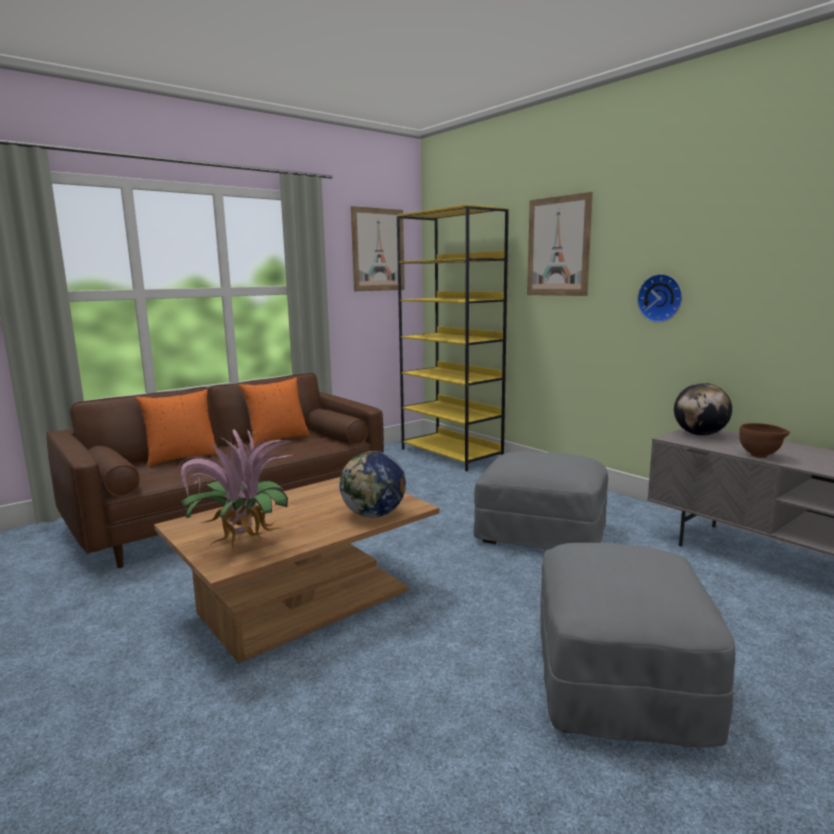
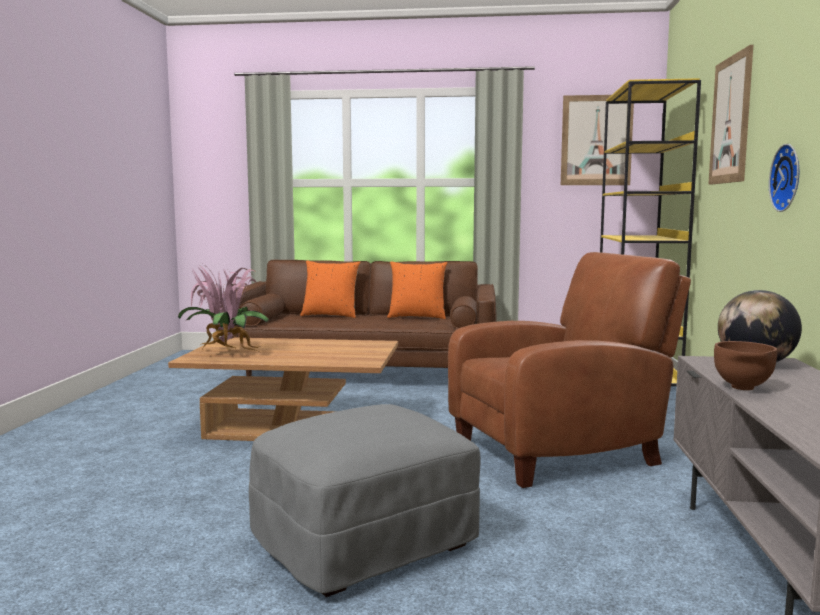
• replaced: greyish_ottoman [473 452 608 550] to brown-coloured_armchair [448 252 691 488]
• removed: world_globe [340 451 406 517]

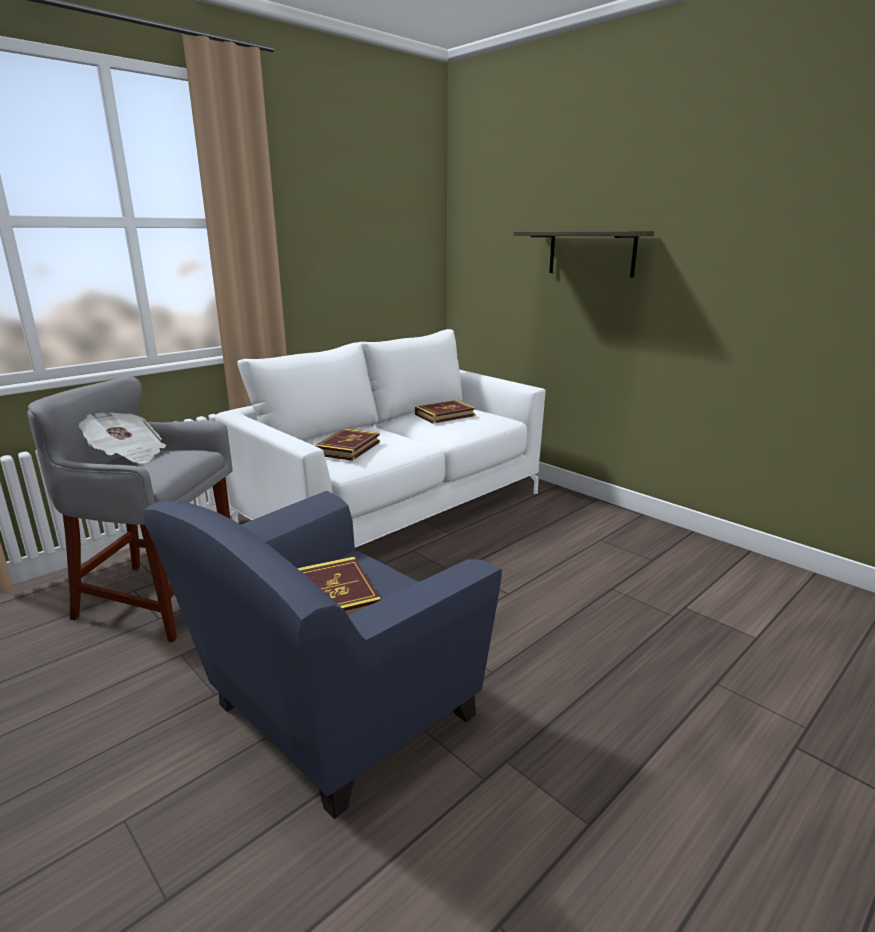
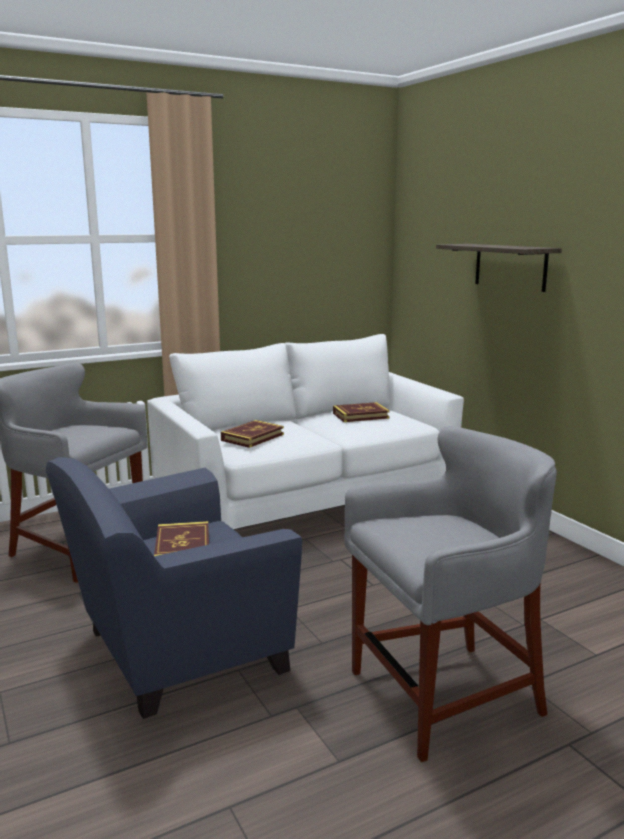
• added: greyish_stool [344 426 557 762]
• removed: newspaper [79 412 166 463]

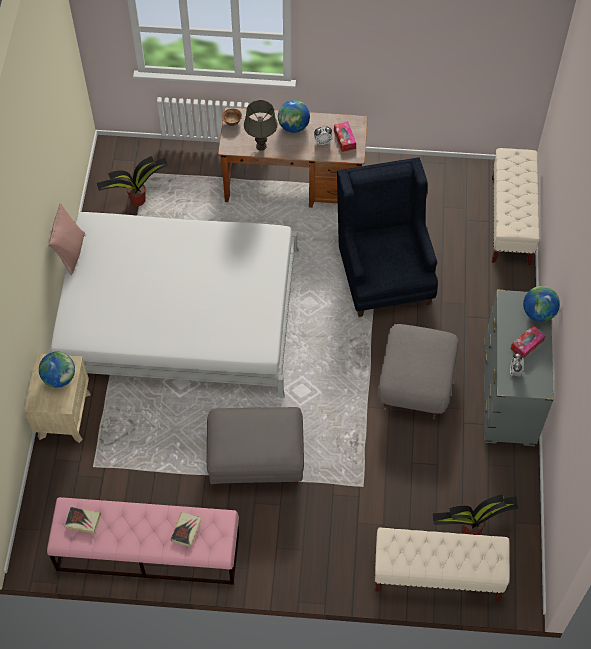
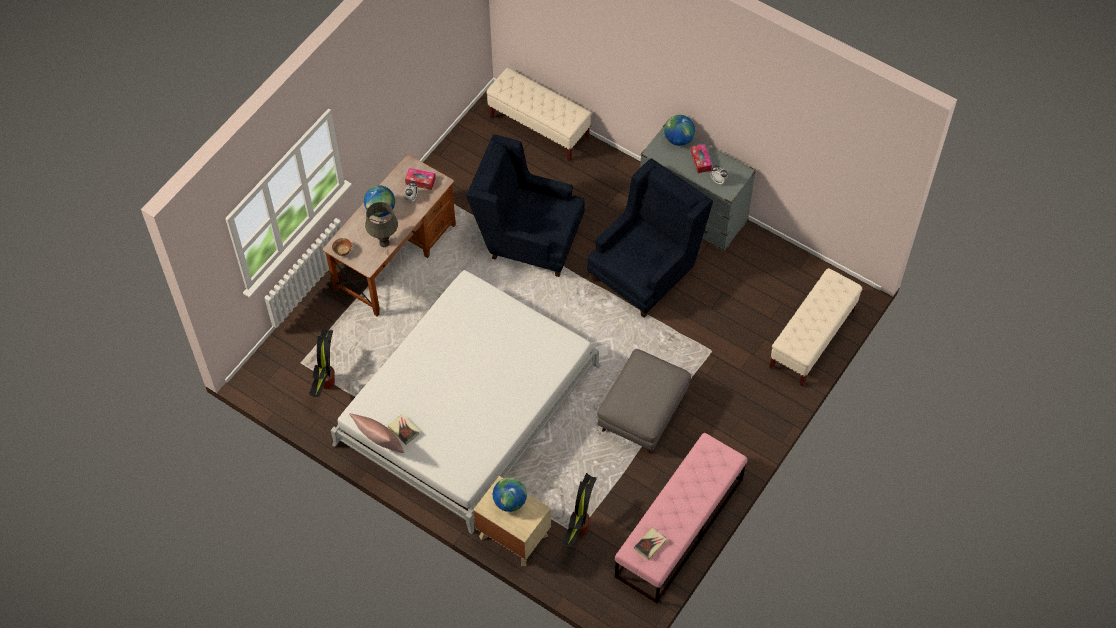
• moved: bound_book [171 512 201 547] to [388 414 420 445]
• moved: potted_plant [433 494 519 535] to [561 473 597 547]
• replaced: greyish_ottoman [378 324 459 419] to blue-coloured_armchair [587 158 713 318]

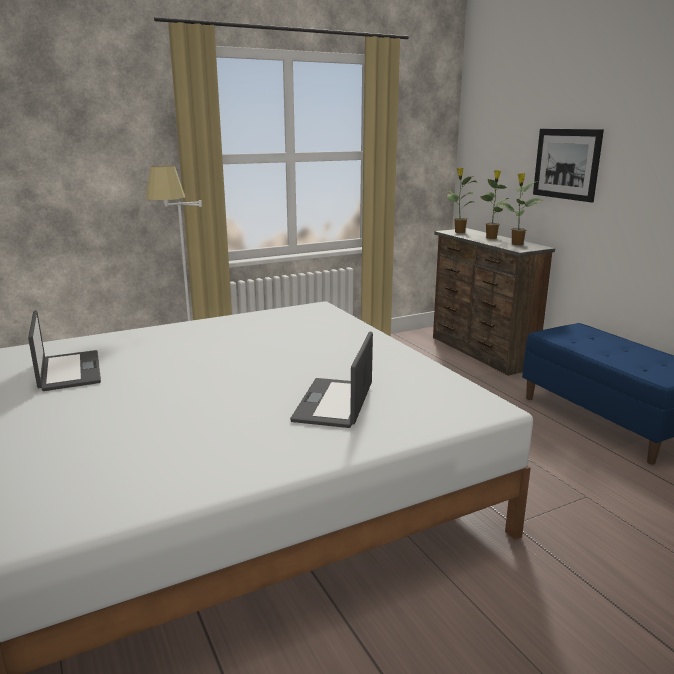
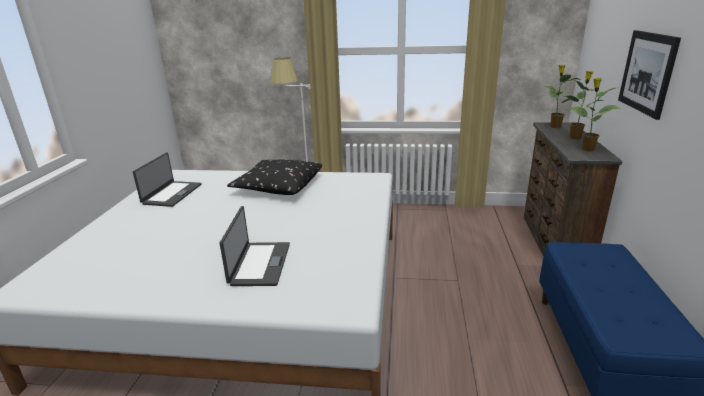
• turned: portable_computer [290 331 373 428] = [220 206 290 286] 135 degrees clockwise
• added: black-coloured_cushion [227 159 323 195]

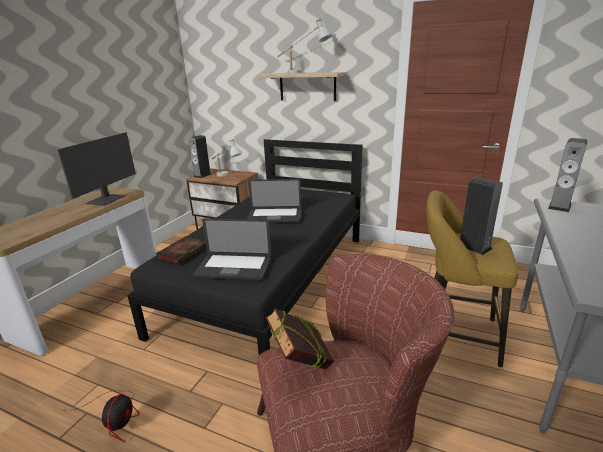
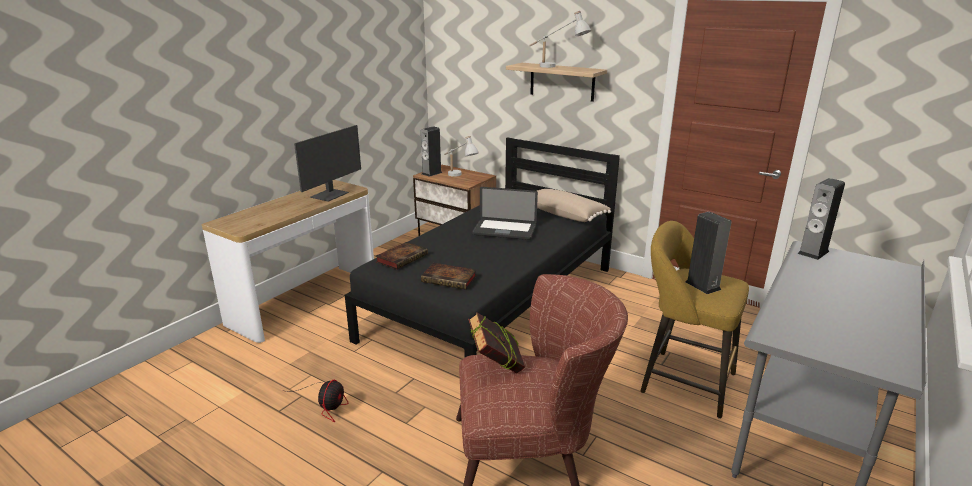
• replaced: portable_computer [193 218 271 280] to bound_book [421 263 477 290]
• added: beige-coloured_cushion [537 189 611 222]

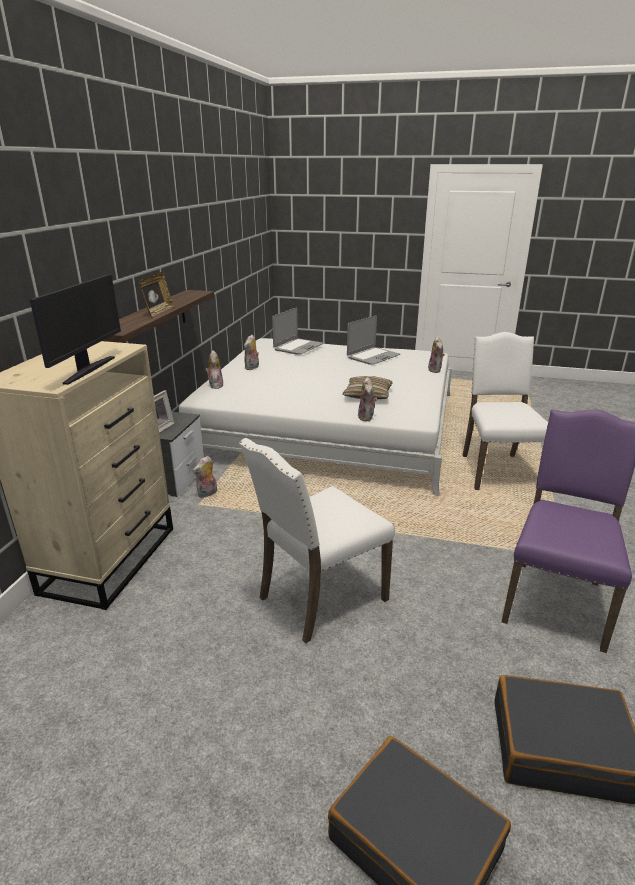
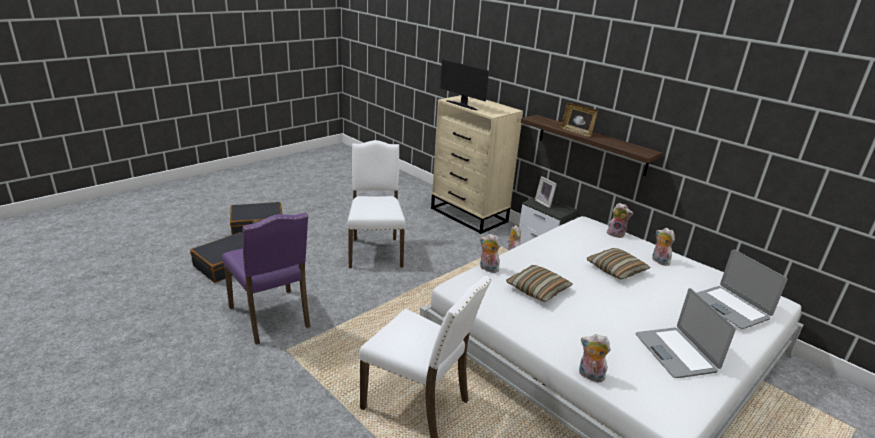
• added: cushion [587 248 651 280]

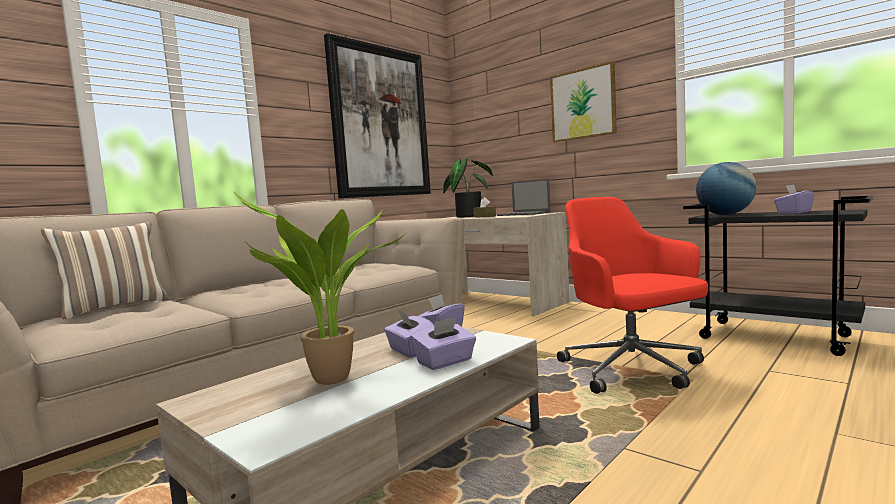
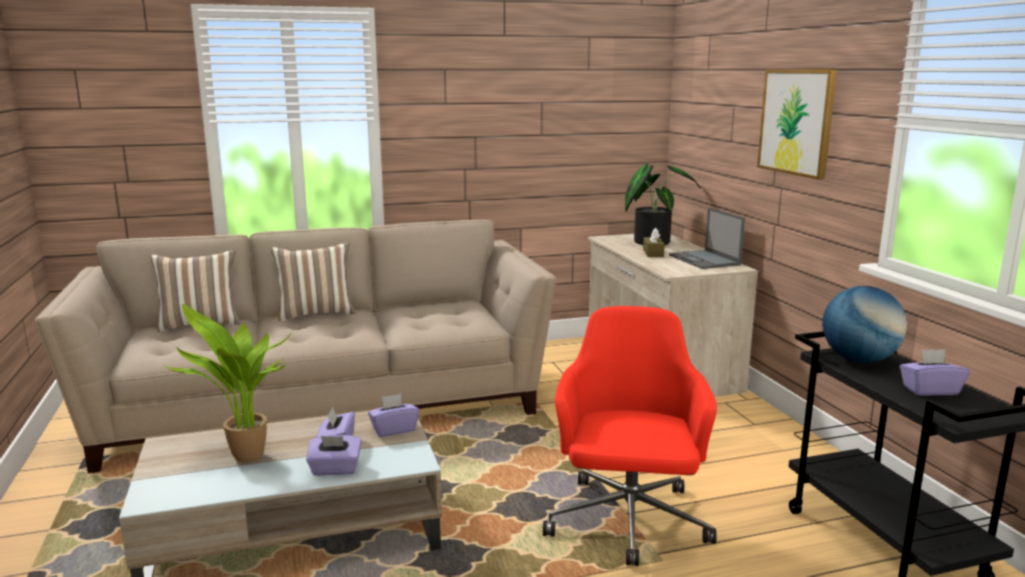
• added: cushion [271 242 355 321]
• removed: wall_picture [324 33 431 198]

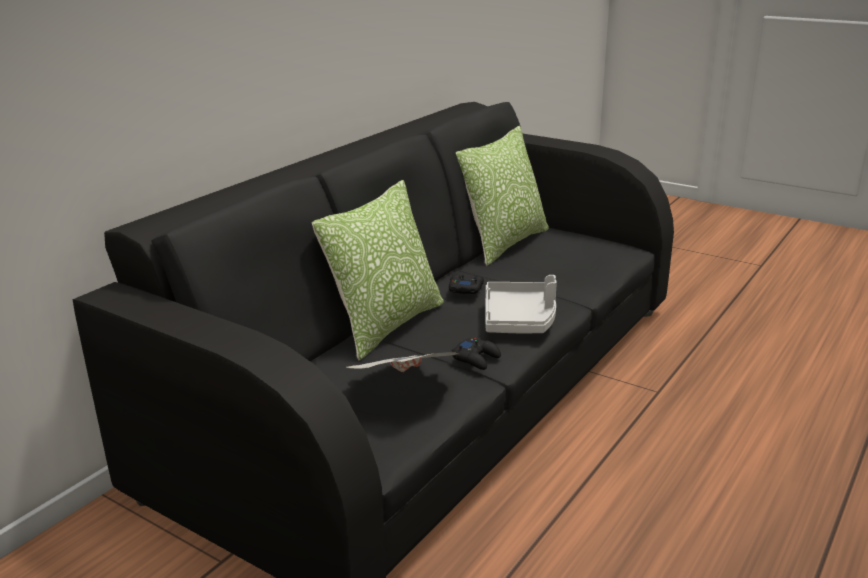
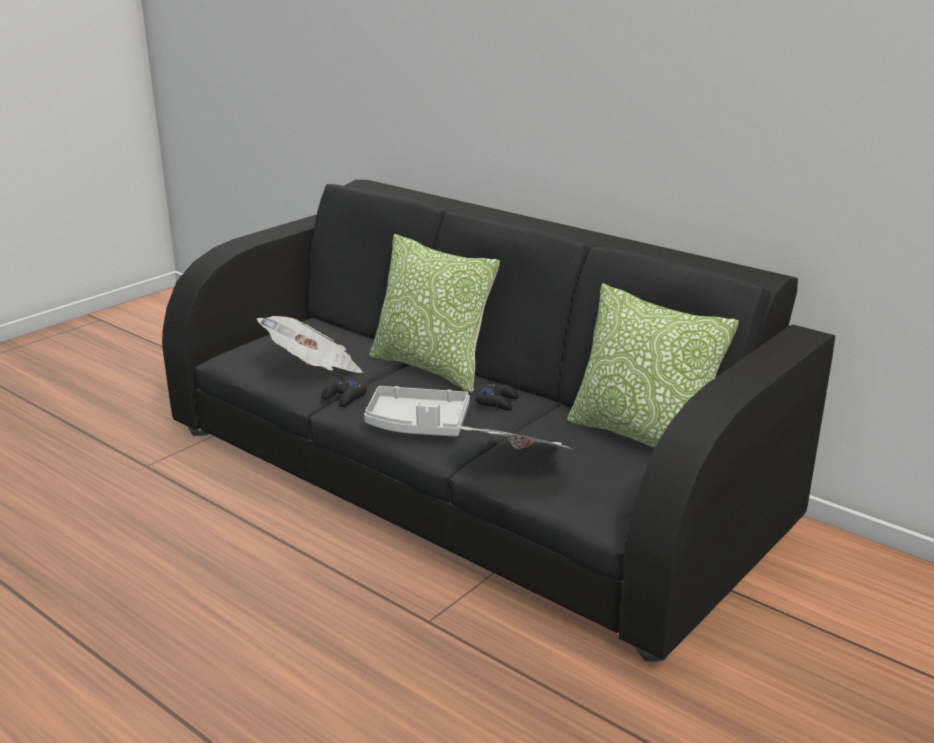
• added: newspaper [459 426 574 450]

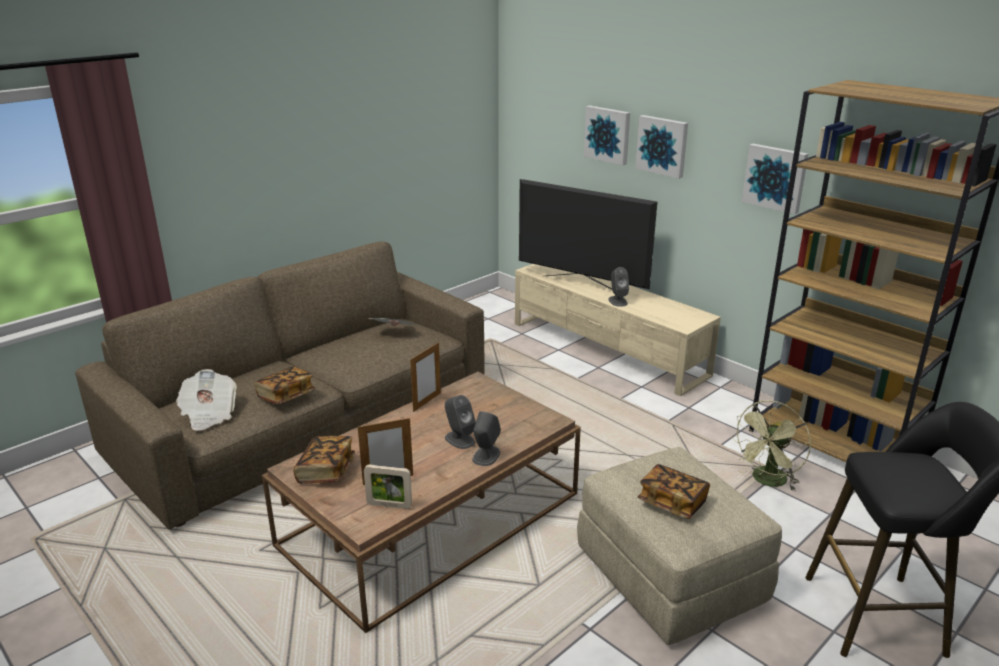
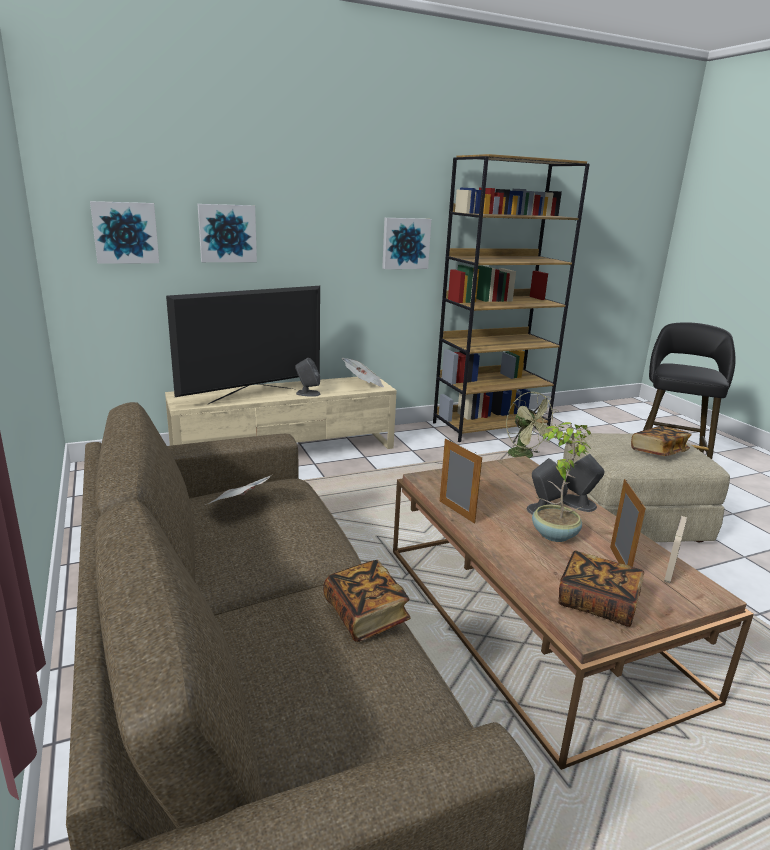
• moved: wall_picture [635 115 688 179] to [90 201 159 264]
• moved: newspaper [176 369 237 431] to [342 358 384 387]
• added: potted_plant [532 422 592 542]

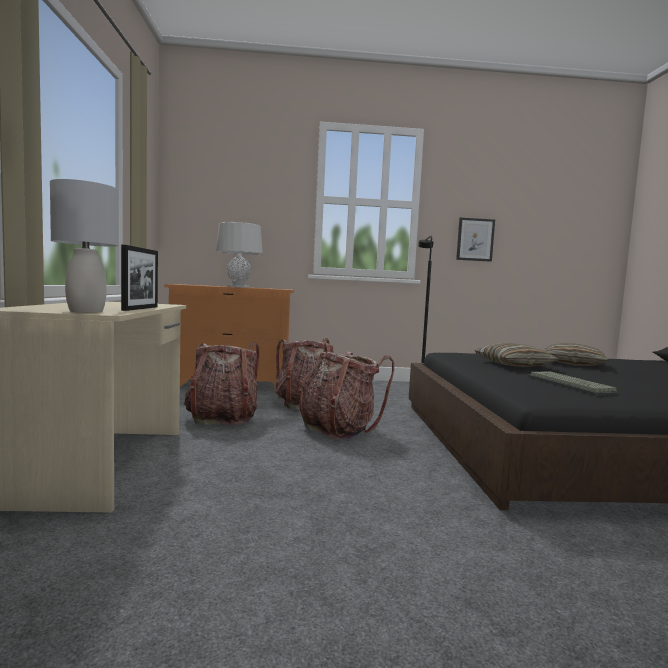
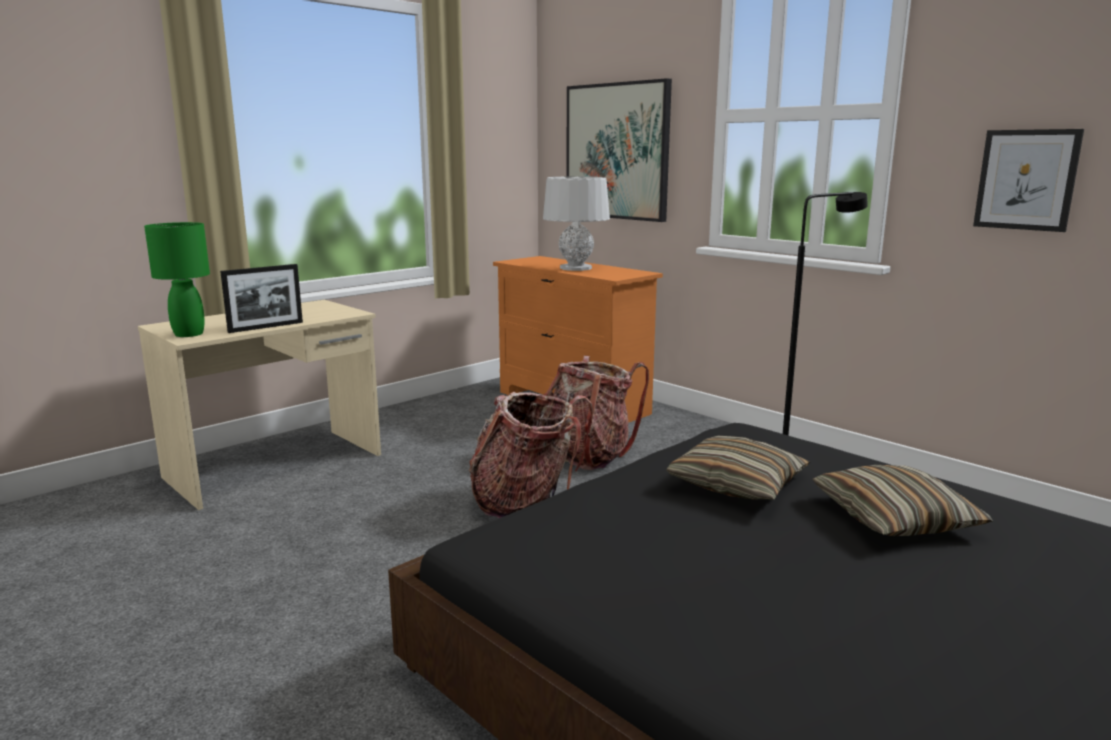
• recoloured: greyish_table_lamp [50 179 119 313] to green_table_lamp [144 222 210 337]
• added: wall_picture [566 78 672 222]
• removed: backpack [184 342 260 425]
• removed: computer_keyboard [528 371 620 396]

